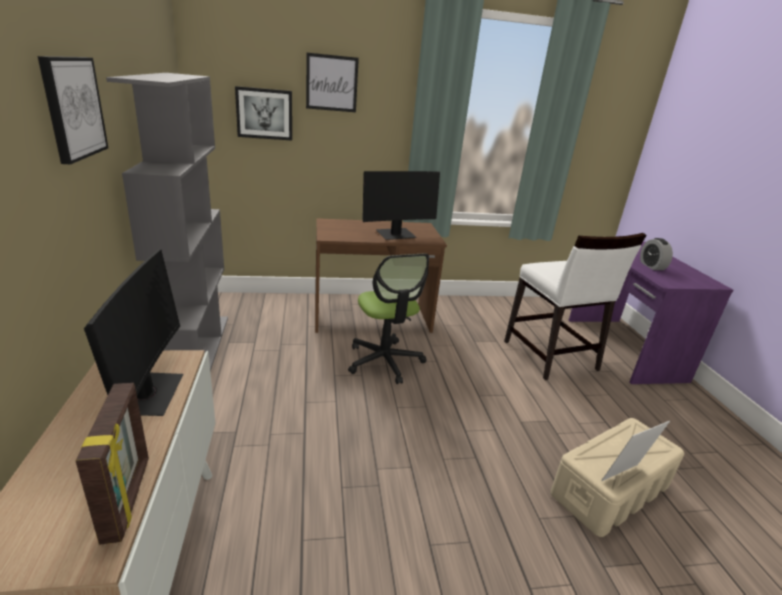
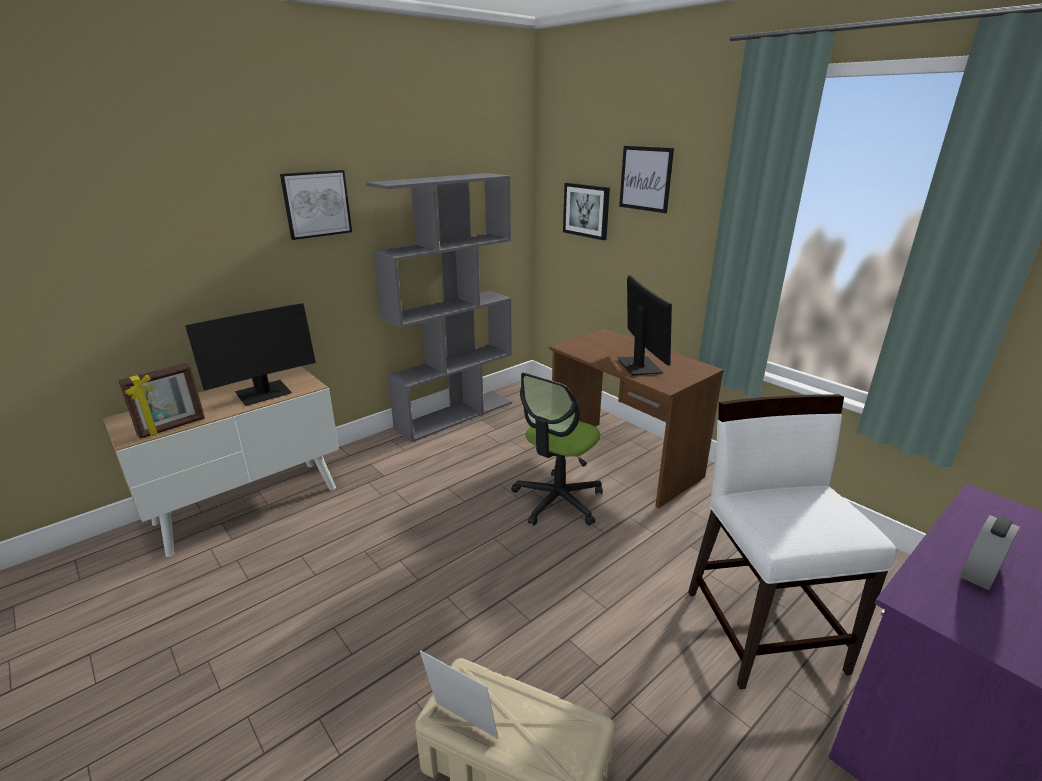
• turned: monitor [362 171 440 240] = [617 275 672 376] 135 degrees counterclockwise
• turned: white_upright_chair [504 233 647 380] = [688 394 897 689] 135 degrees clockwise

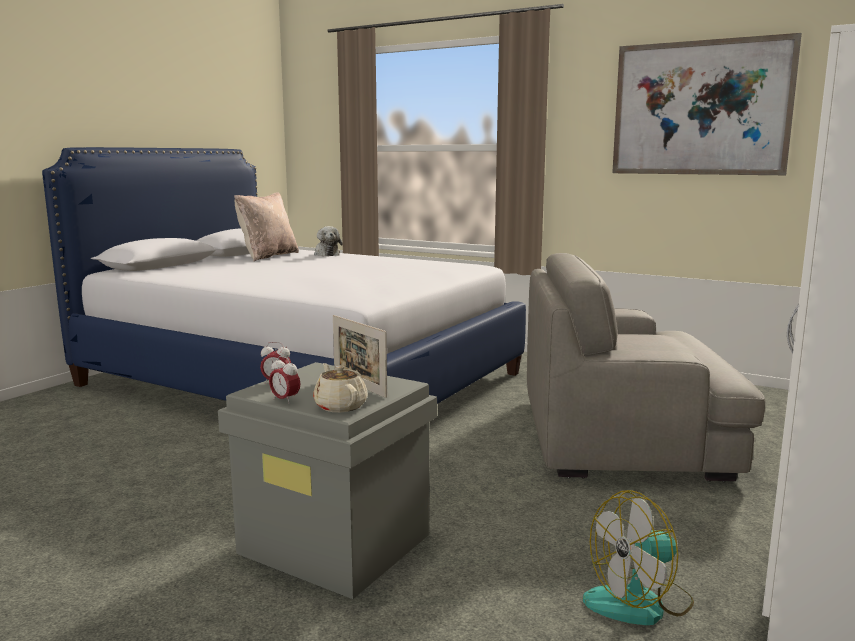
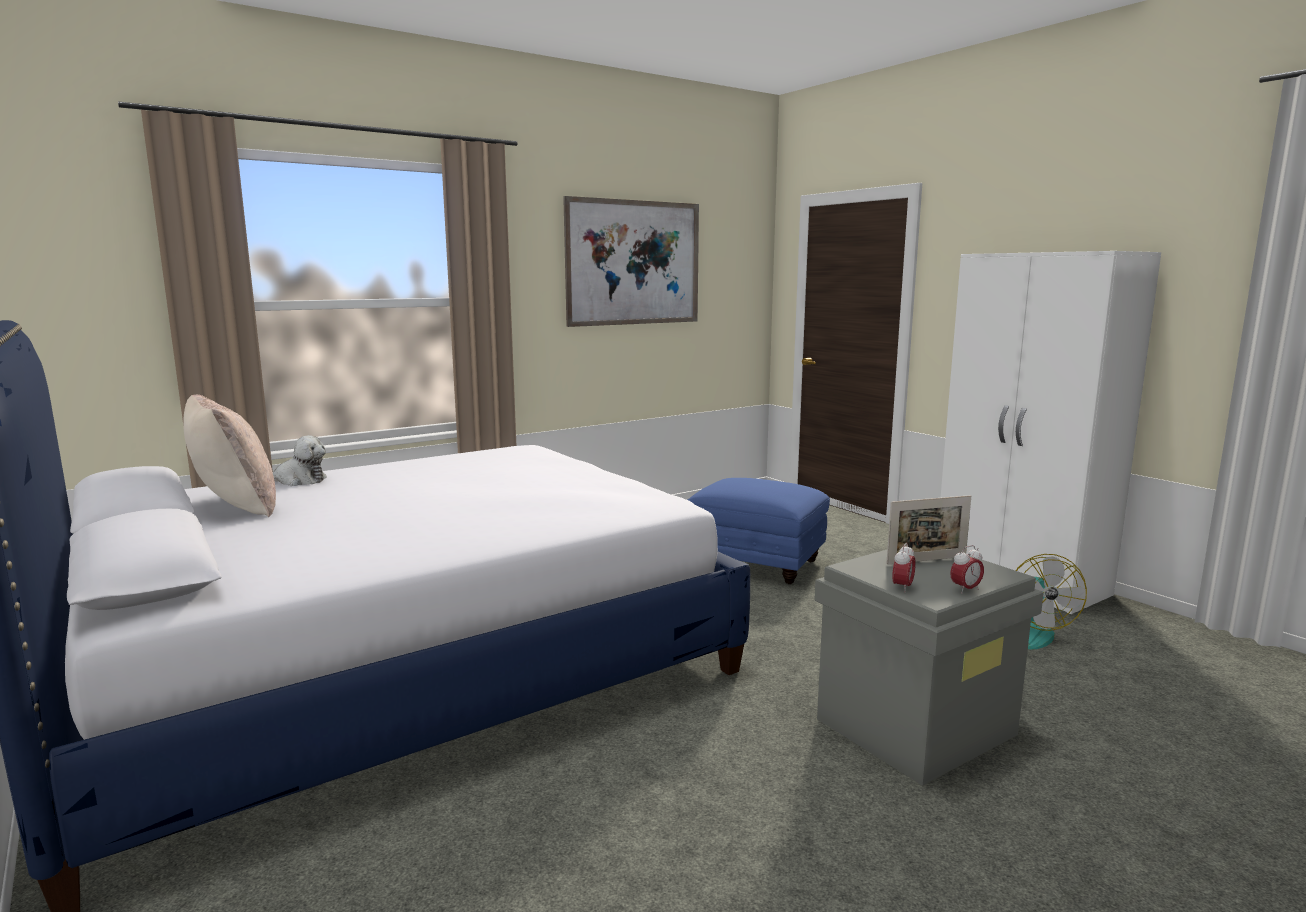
• replaced: greyish_armchair [527 253 766 482] to blue-coloured_ottoman [688 478 830 584]
• removed: beige-coloured_tea_pot [313 363 368 412]

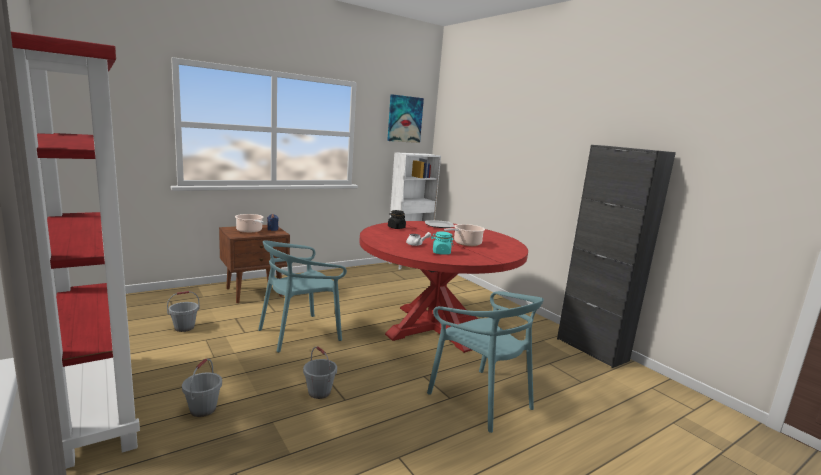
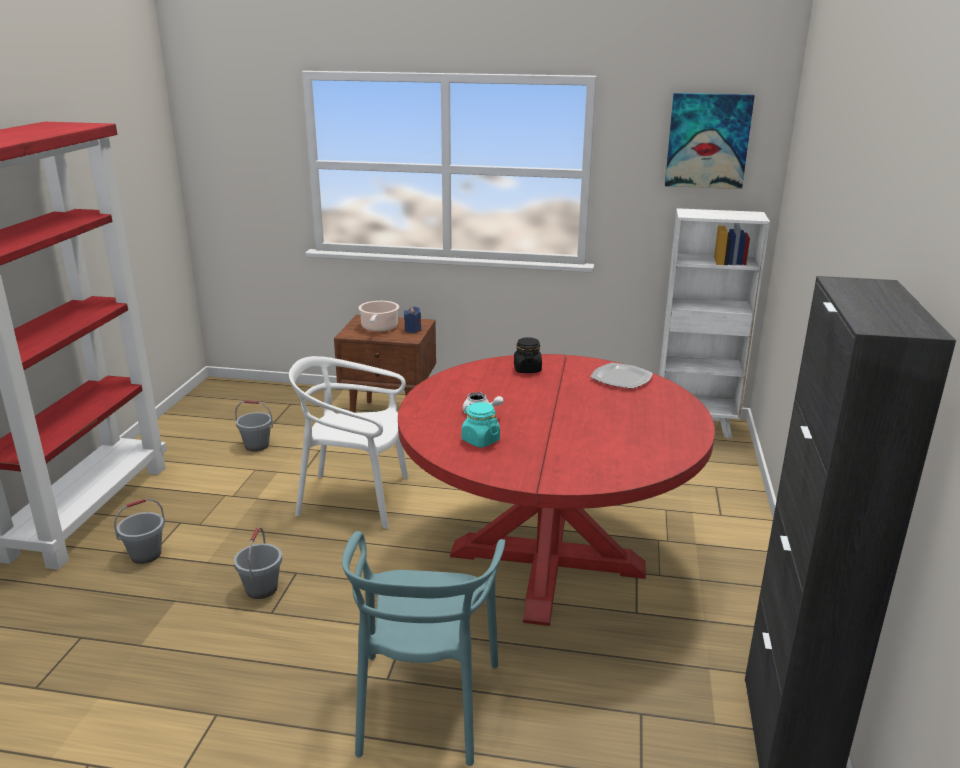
• recoloured: turquoise_upright_chair [258 240 347 352] to white_upright_chair [289 356 409 529]
• removed: saucepot [444 224 485 246]

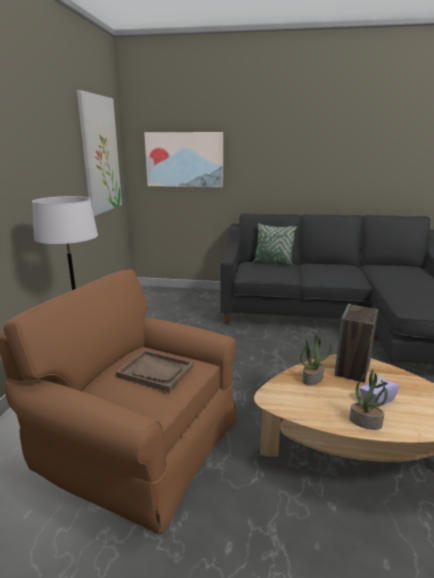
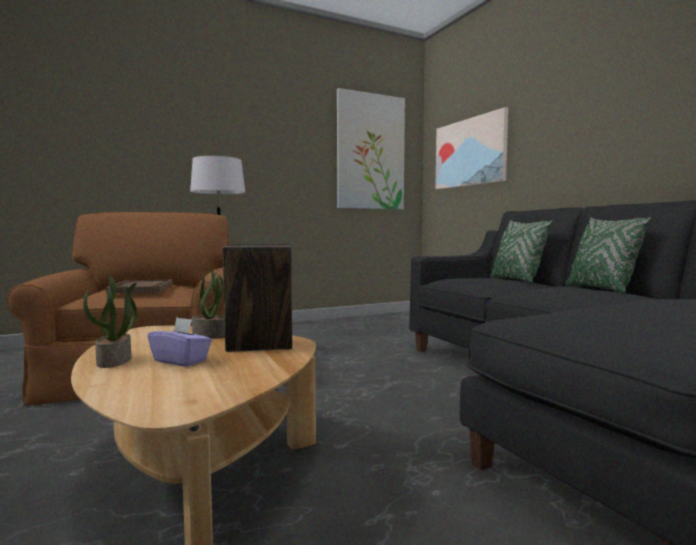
• added: green_cushion [566 217 651 293]

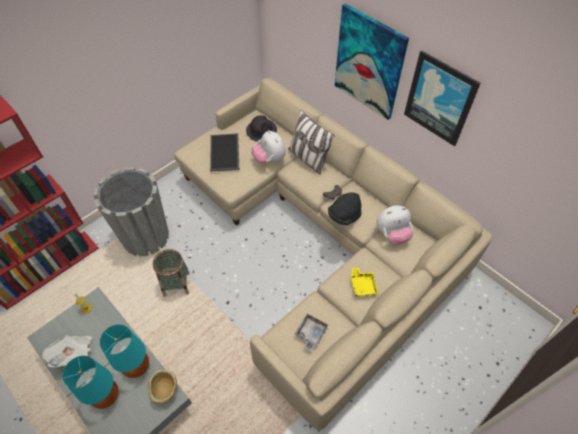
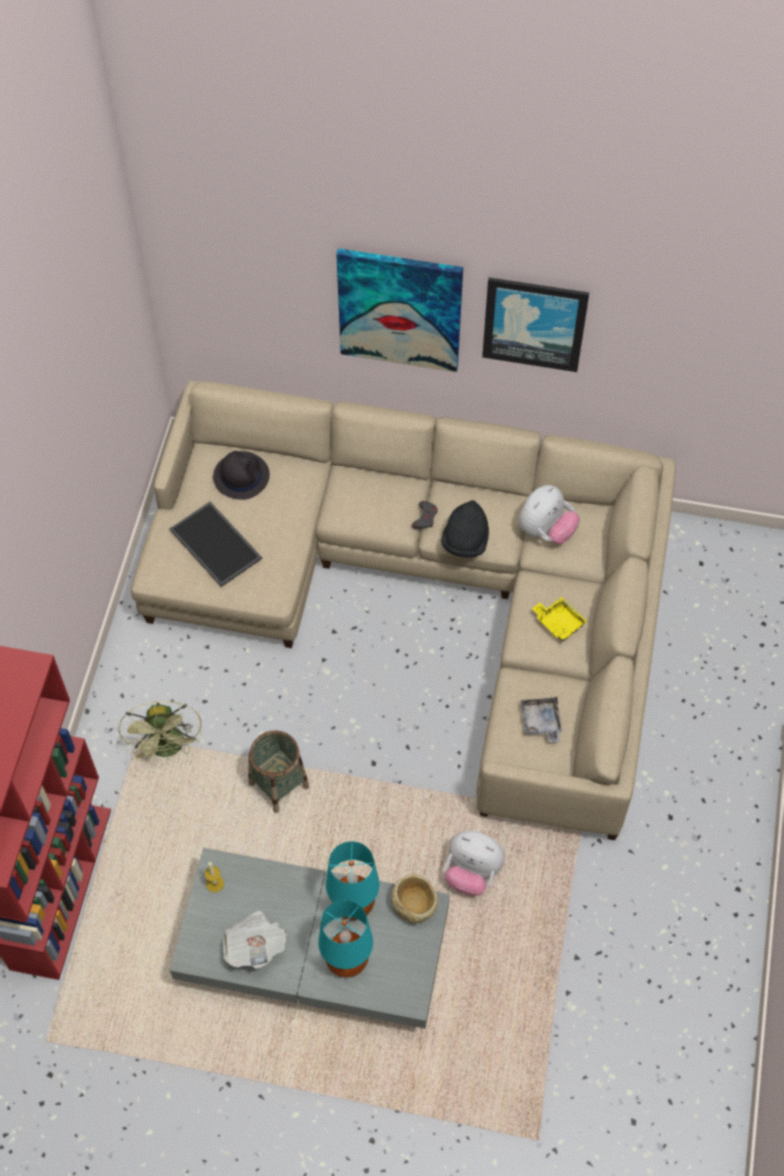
• replaced: greyish_planter [93 167 169 256] to green_electric_fan [119 701 202 762]
• moved: soft_toy [252 130 286 164] to [445 831 505 896]
• removed: cushion [288 110 335 174]

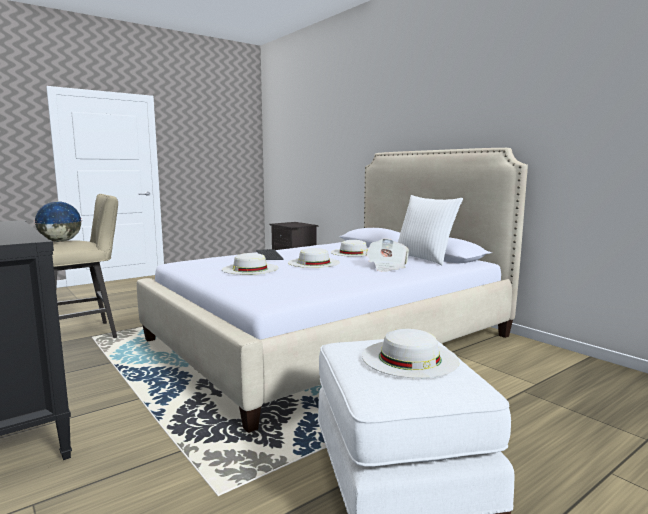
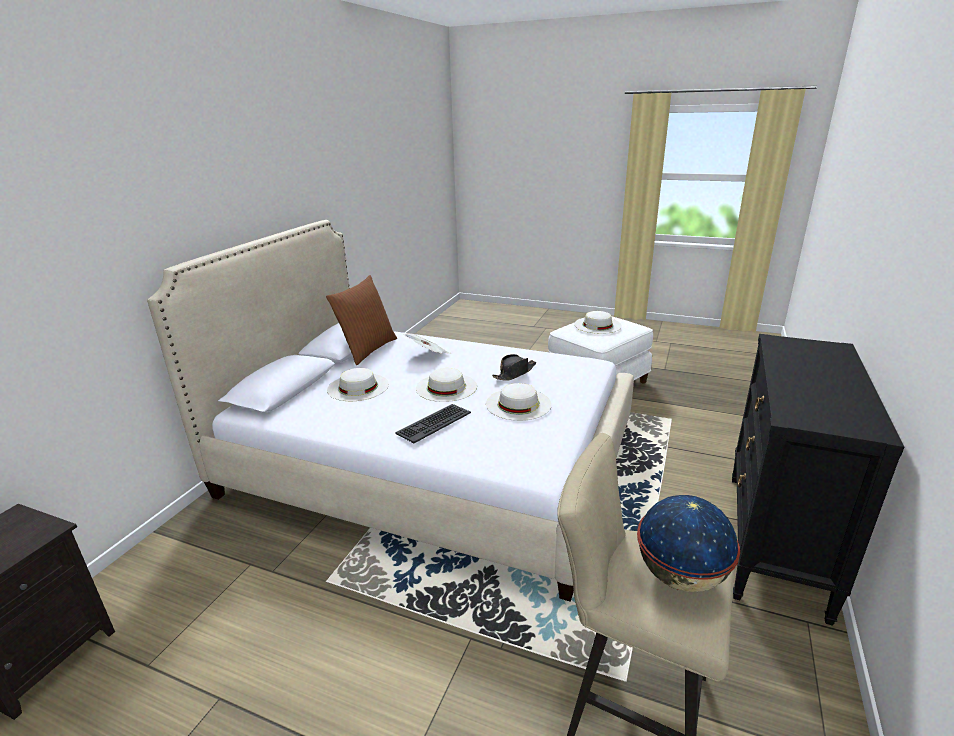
• recoloured: white_cushion [398 195 463 266] to brown-coloured_cushion [326 275 397 365]
• added: black-coloured_hat [492 354 536 381]

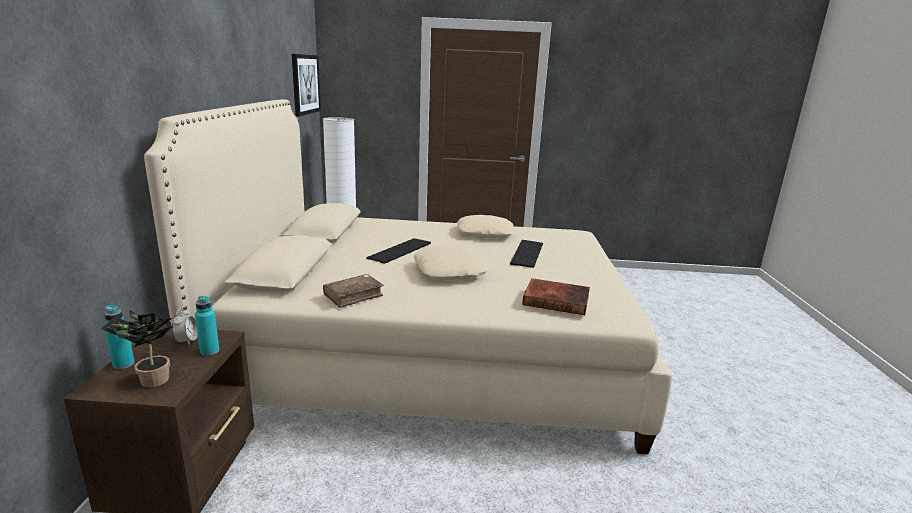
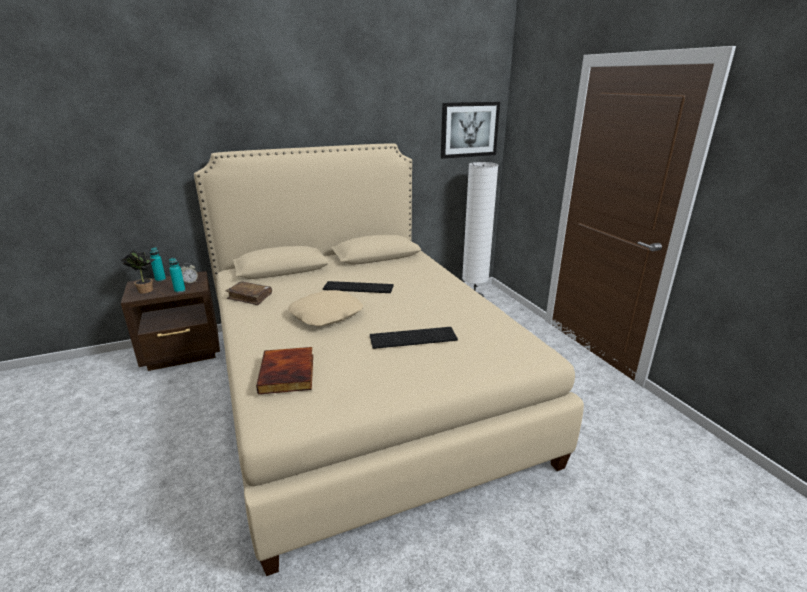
• removed: beige-coloured_cushion [457 215 515 238]

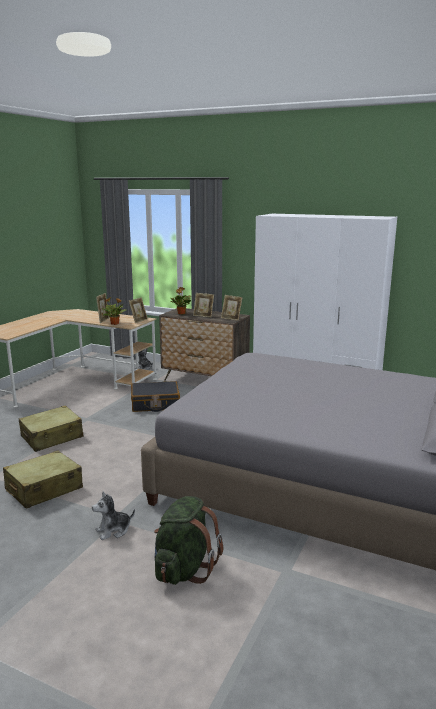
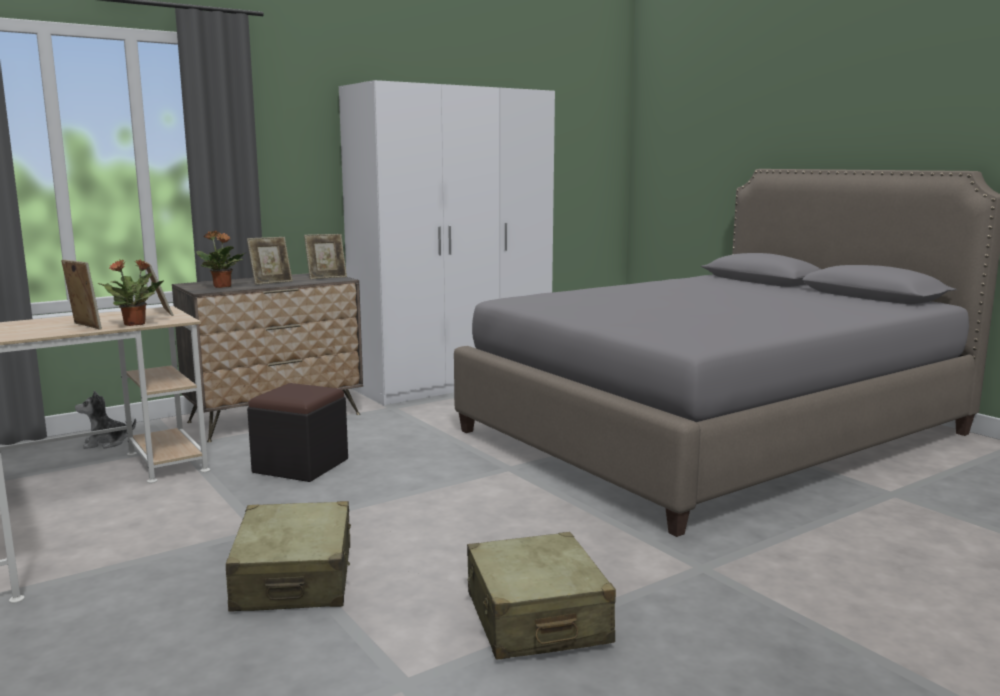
• replaced: black-coloured_suitcase [131 381 180 412] to black-coloured_ottoman [247 383 348 482]
• removed: soft_toy [92 492 135 540]
• removed: green_backpack [154 496 223 585]

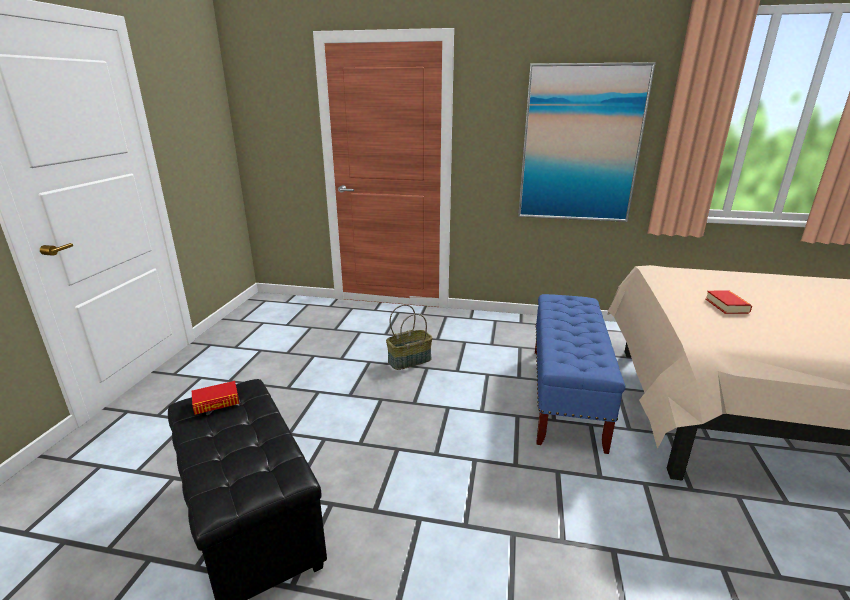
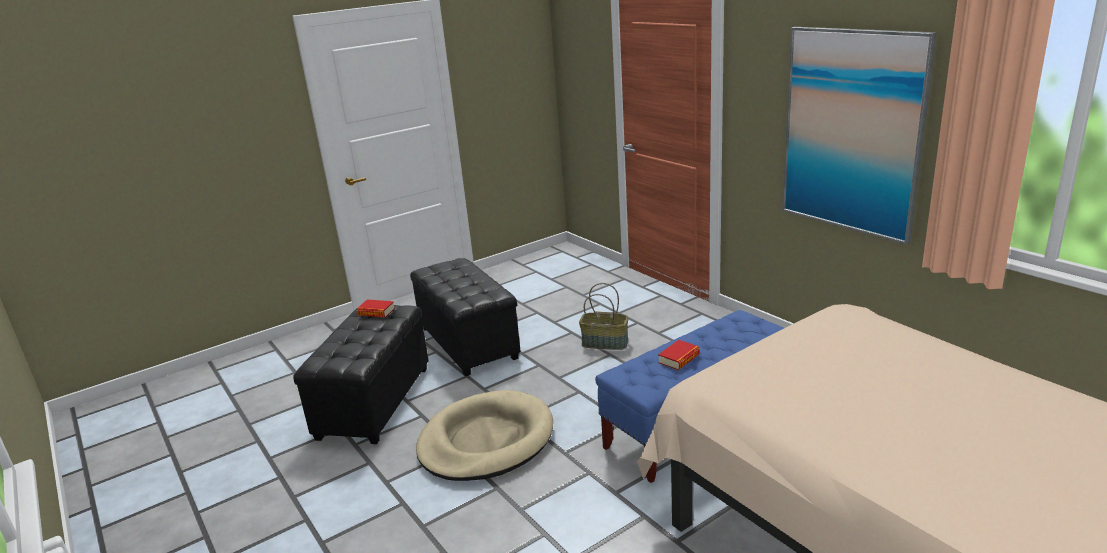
• added: black-coloured_ottoman [410 258 521 376]
• added: beige-coloured_dog_bed [416 390 553 481]
• moved: bound_book [705 291 752 314] to [658 340 700 370]

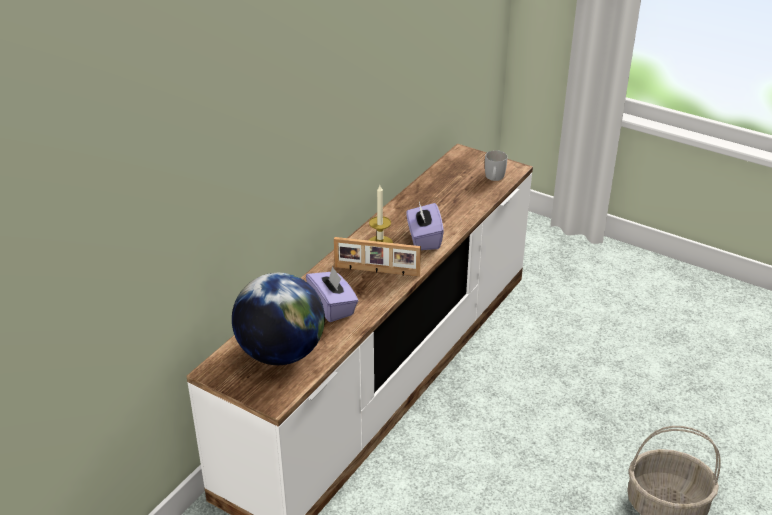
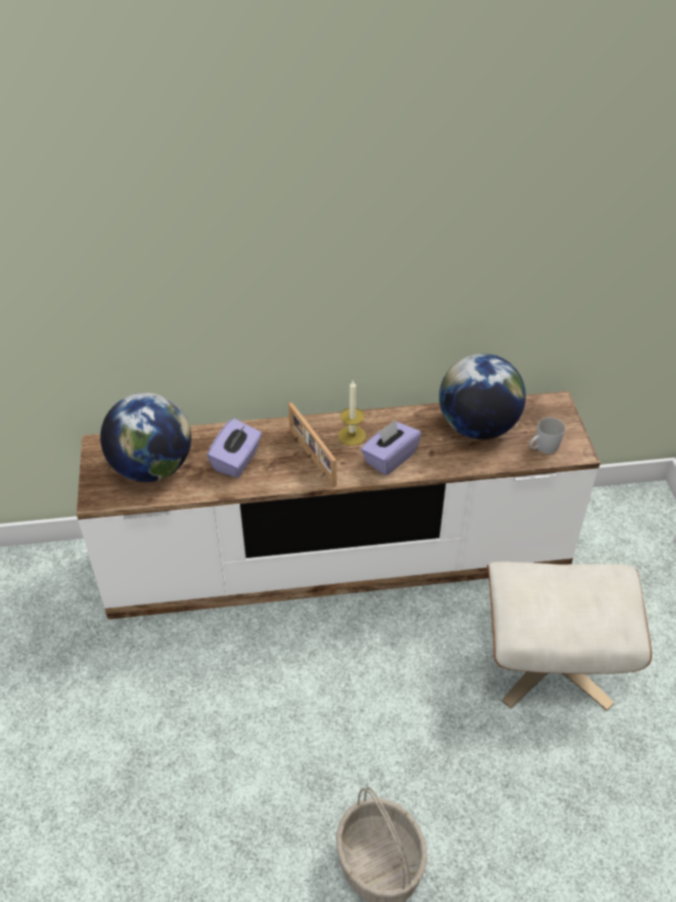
• added: world_globe [439 354 526 439]
• added: beige-coloured_ottoman [487 562 652 711]

